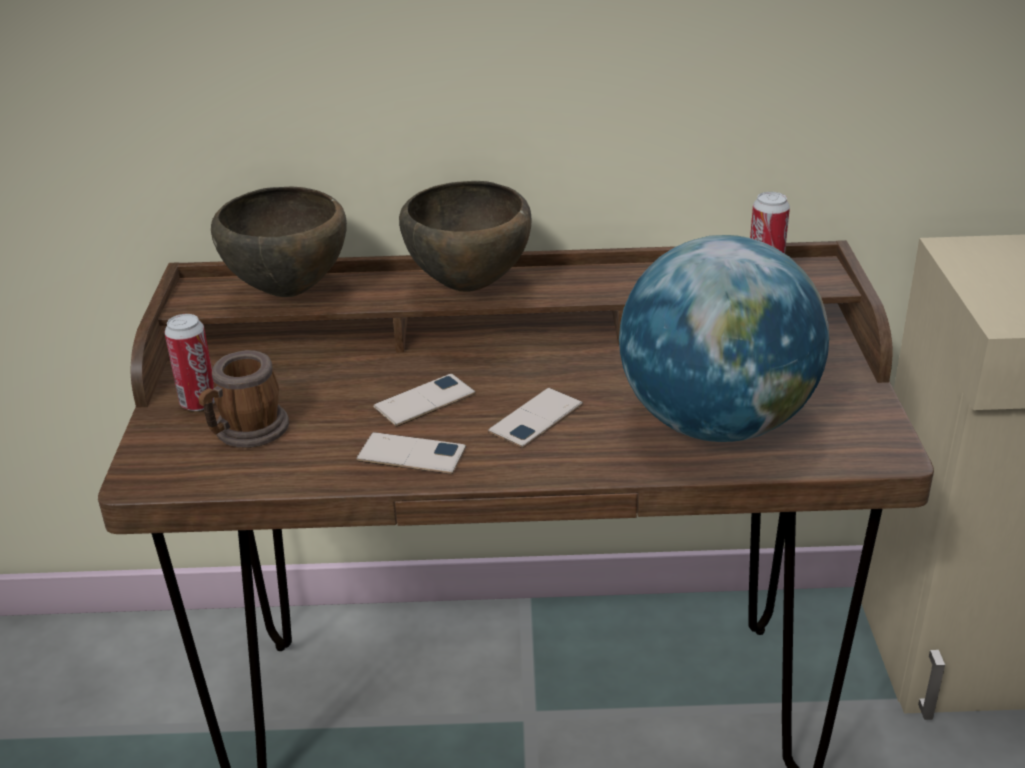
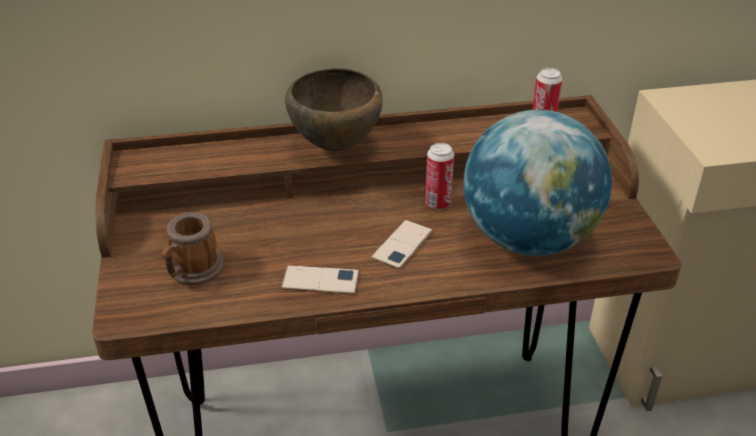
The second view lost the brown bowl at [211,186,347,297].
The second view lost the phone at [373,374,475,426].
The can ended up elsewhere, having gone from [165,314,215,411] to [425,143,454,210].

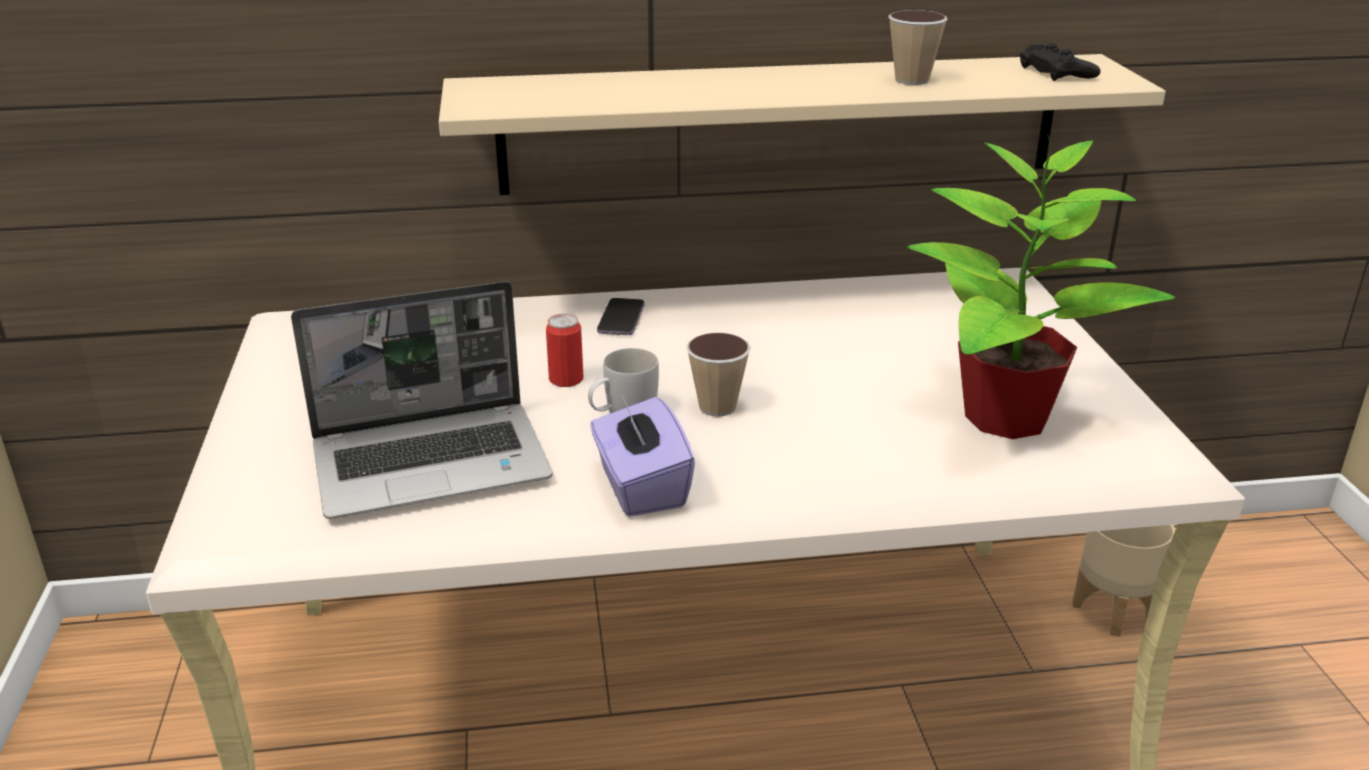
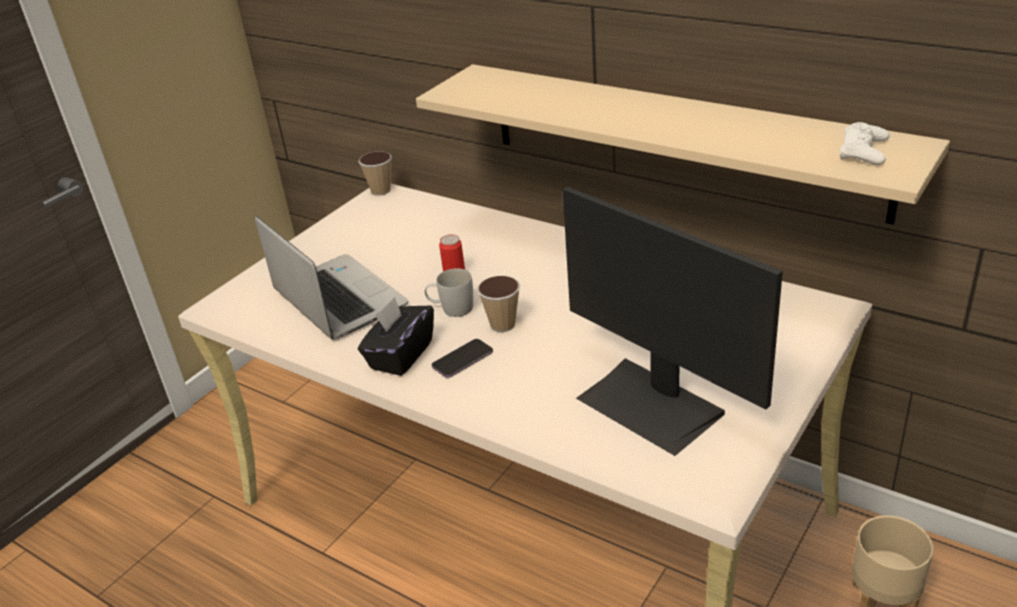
The phone ended up elsewhere, having gone from [597,298,644,335] to [431,339,493,378].
The cup ended up elsewhere, having gone from [889,10,947,85] to [358,151,392,196].
Where the potted plant stood at [907,134,1175,439], the monitor came to stand at [562,187,783,456].
What was the purple tissue box at [590,395,695,517] turned into the black tissue box at [358,297,434,376].
What was the black game controller at [1020,43,1101,81] turned into the white game controller at [840,122,890,165].
The laptop at [291,281,552,519] ended up facing another way, 150 degrees counterclockwise from before.

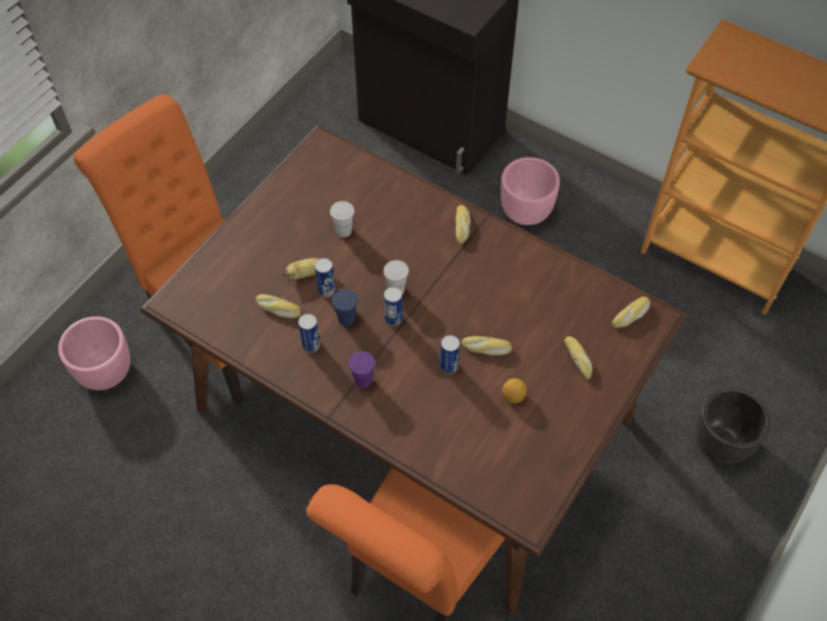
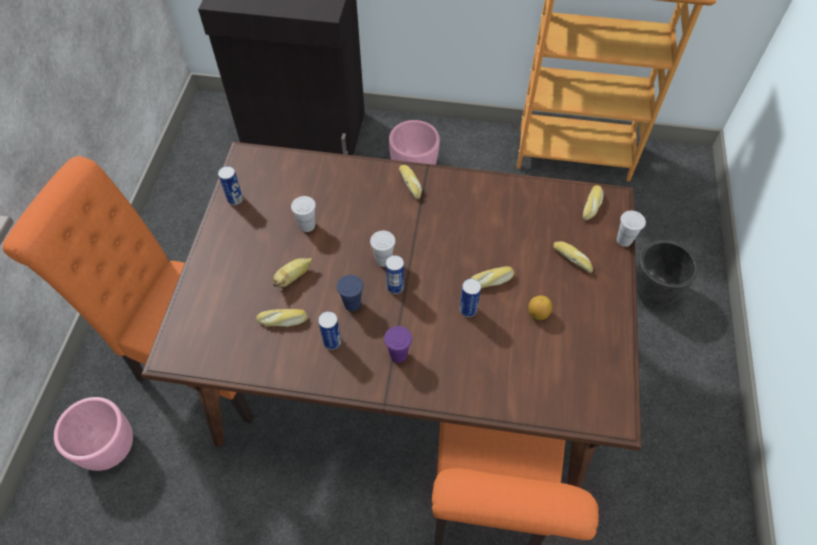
The second view gained the white cup at [617,211,646,247].
The can ended up elsewhere, having gone from [315,258,335,297] to [218,166,243,205].

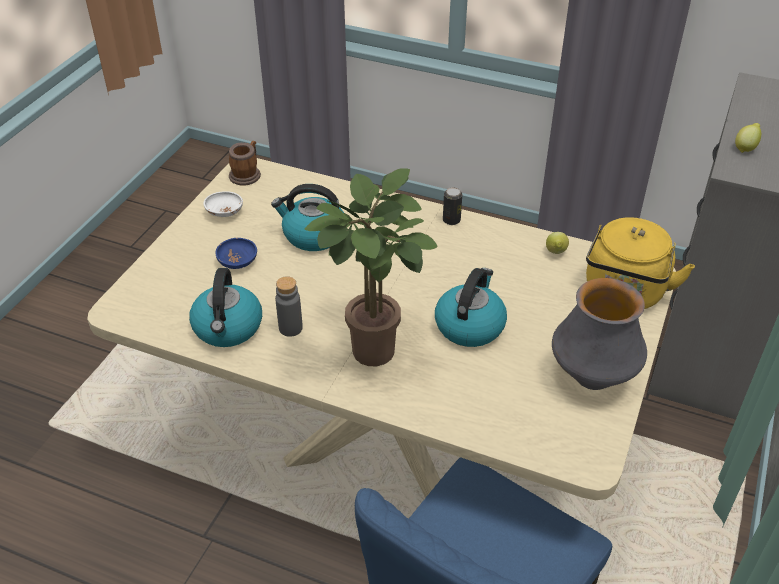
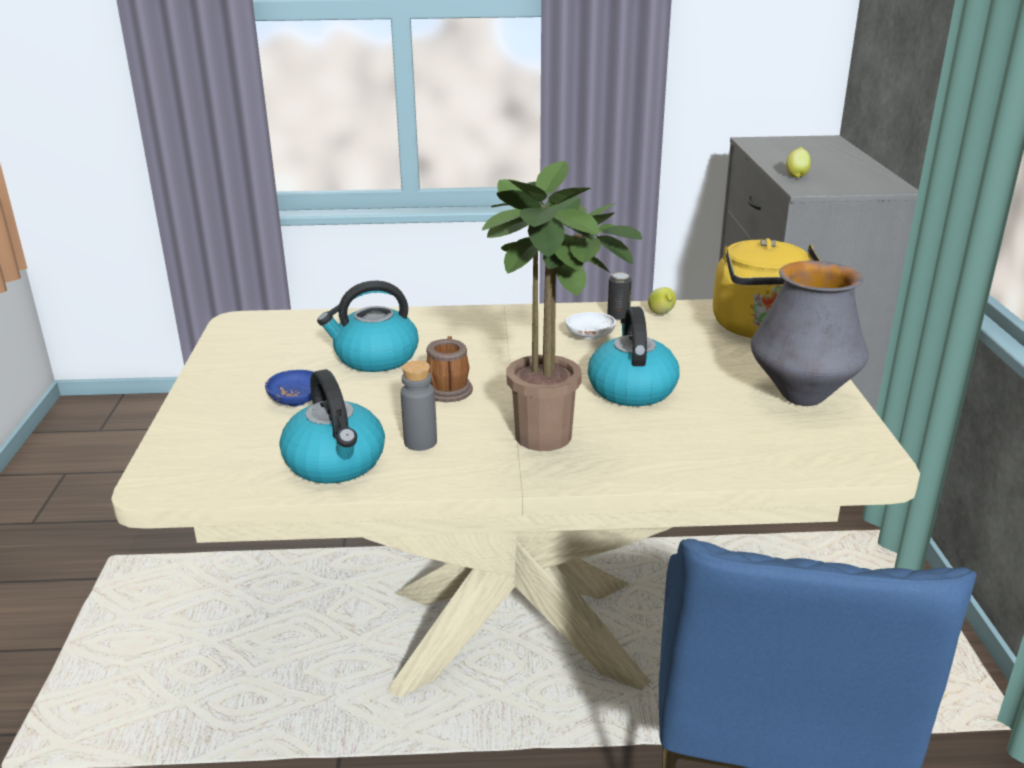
The white bowl ended up elsewhere, having gone from [203,191,243,217] to [565,312,616,340].
The mug ended up elsewhere, having gone from [229,141,261,186] to [427,336,473,402].
The can ended up elsewhere, having gone from [443,187,462,225] to [607,272,632,320].

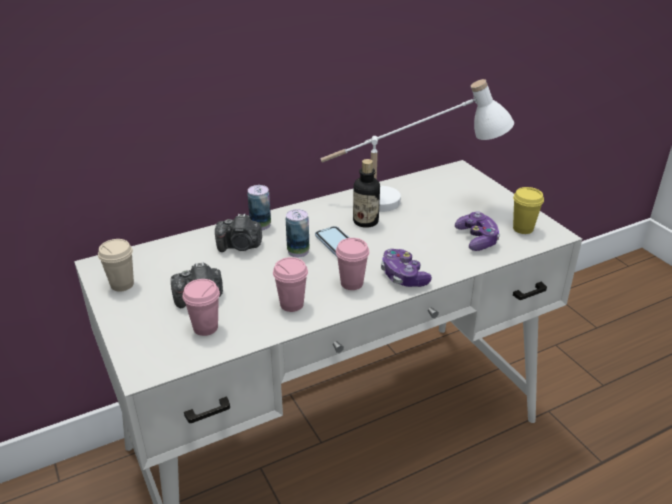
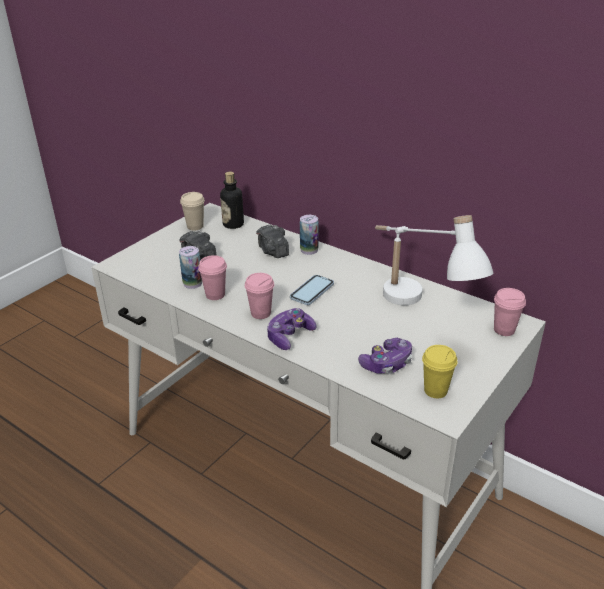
The pink cup ended up elsewhere, having gone from [183,279,220,336] to [494,288,526,336].
The can ended up elsewhere, having gone from [286,209,309,257] to [179,246,202,289].
The bottle ended up elsewhere, having gone from [353,159,380,228] to [220,172,244,229].

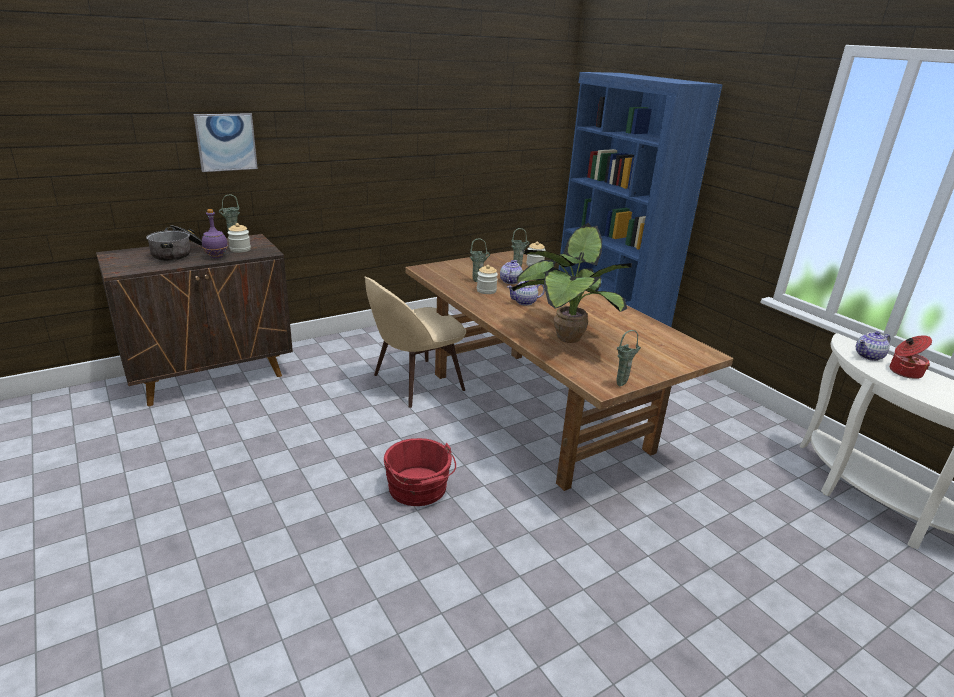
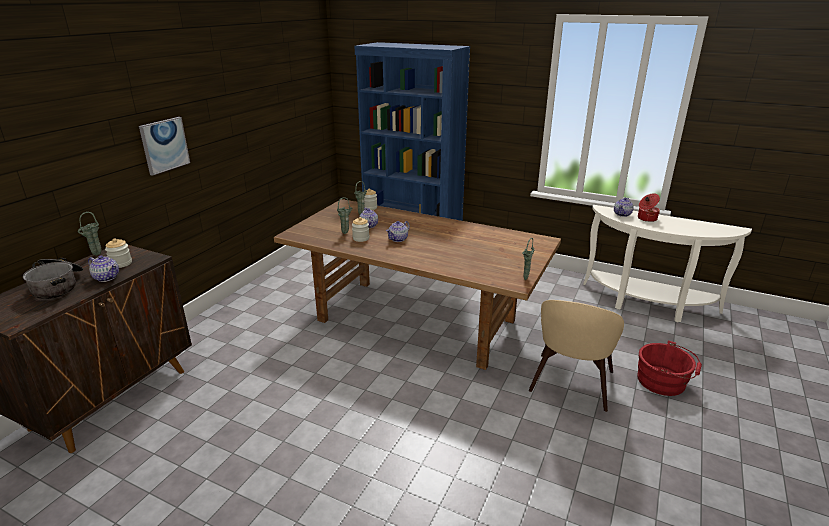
The second view lost the potted plant at [511,222,632,343].
The picture ended up elsewhere, having gone from [194,113,258,172] to [139,117,190,176].
The beige chair ended up elsewhere, having gone from [364,277,466,408] to [529,300,624,412].
The red bucket ended up elsewhere, having gone from [383,438,456,506] to [637,340,702,396].
Where the purple bottle stood at [202,209,228,258], the teapot came to stand at [88,255,119,282].

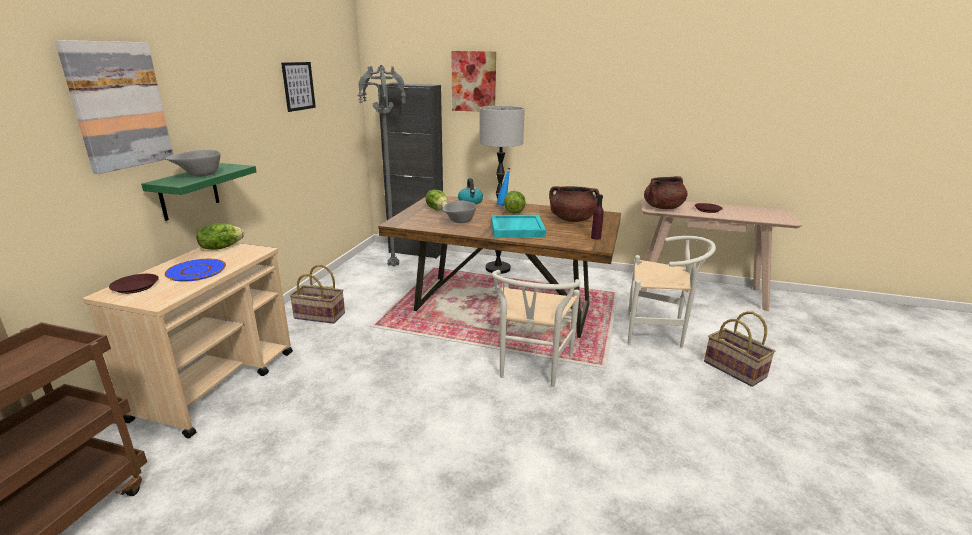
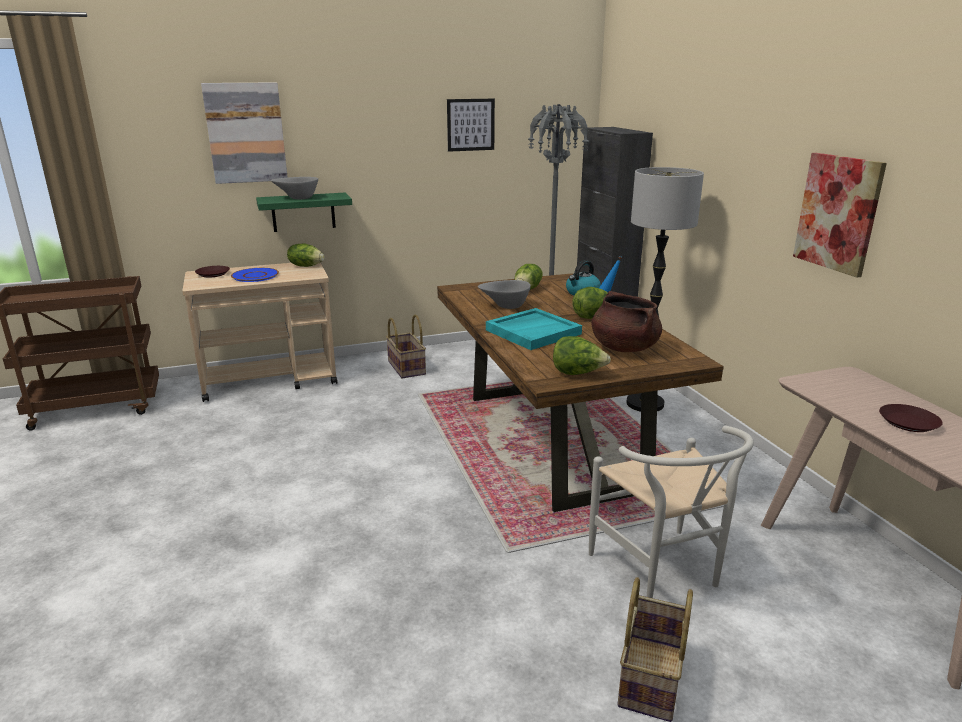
The second view lost the white chair at [492,270,580,387].
The second view lost the brown cooking pot at [644,176,688,209].
The picture ended up elsewhere, having gone from [451,51,496,112] to [793,153,887,278].
Where the purple bottle stood at [591,194,604,240], the lettuce came to stand at [553,336,611,375].

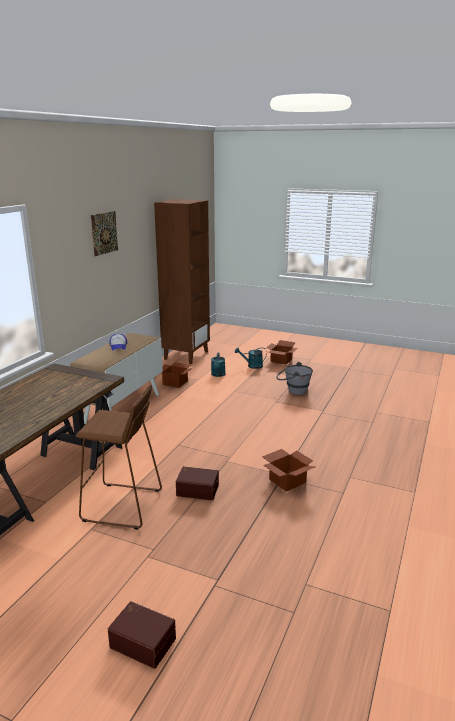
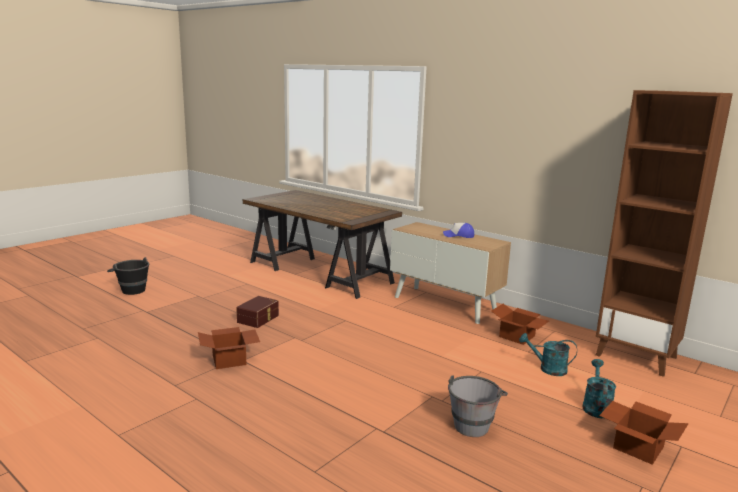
The second view lost the brown stool at [76,385,162,530].
The second view lost the picture at [91,211,118,256].
Where the brown storage box stood at [108,601,176,669], the black bucket came to stand at [107,257,149,295].

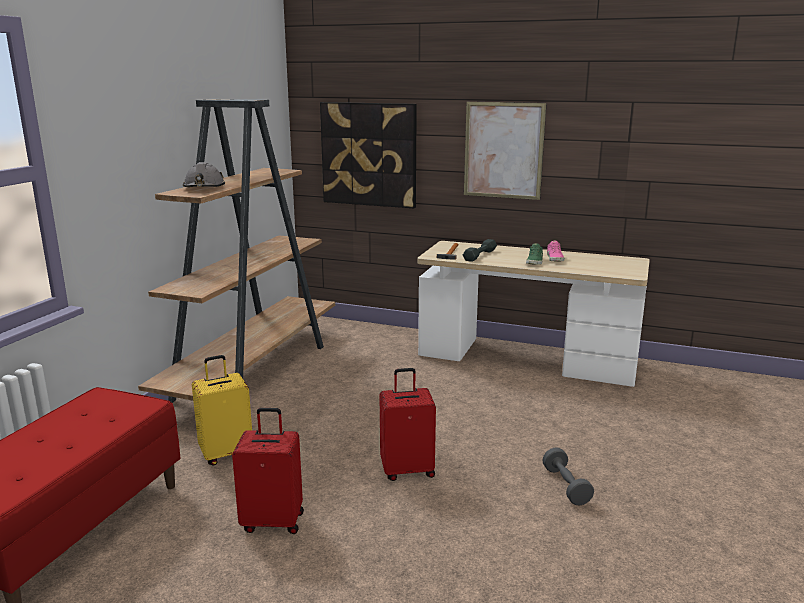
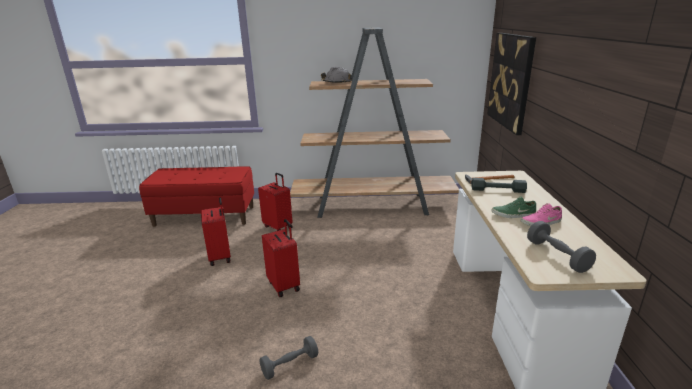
The second view lost the picture at [464,102,547,200].
The second view gained the grey dumbbell at [527,221,596,273].
What was the yellow suitcase at [192,355,252,466] turned into the red suitcase at [258,173,293,231].

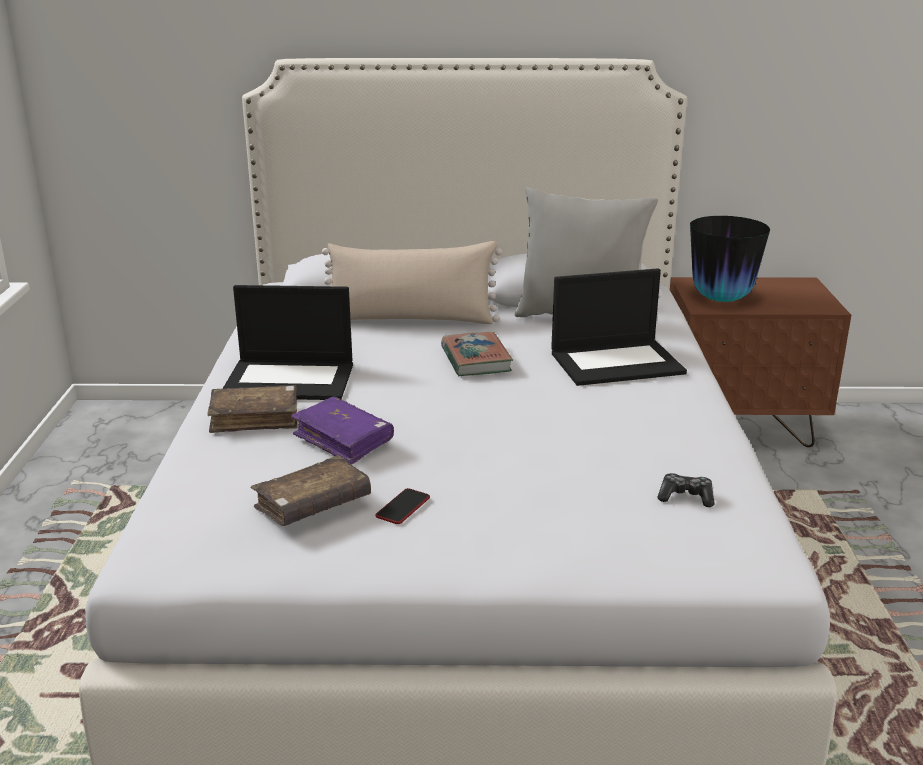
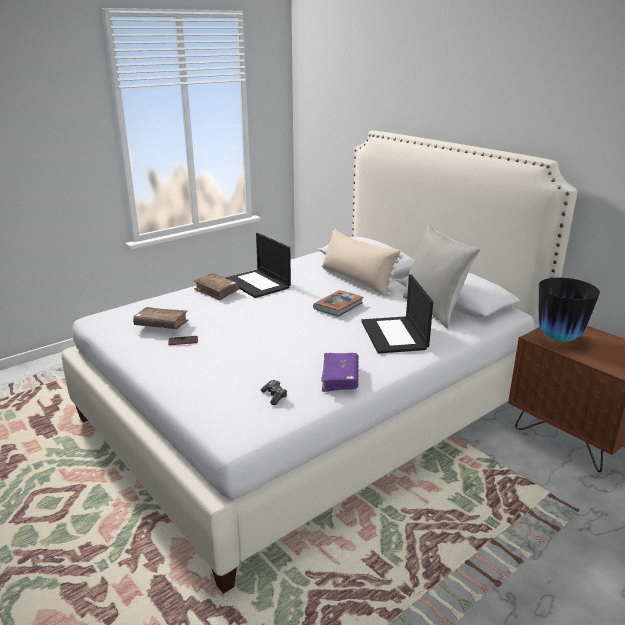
The purple book ended up elsewhere, having gone from [291,397,394,465] to [321,353,359,392].
The laptop at [551,268,687,386] ended up facing another way, 45 degrees clockwise from before.

